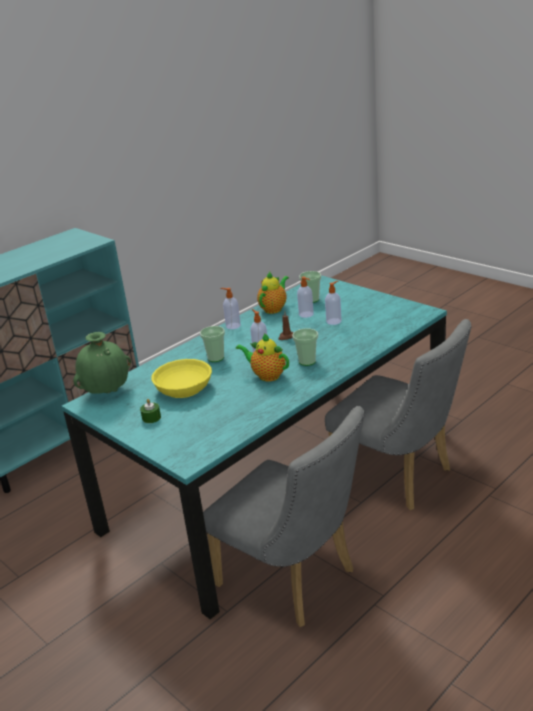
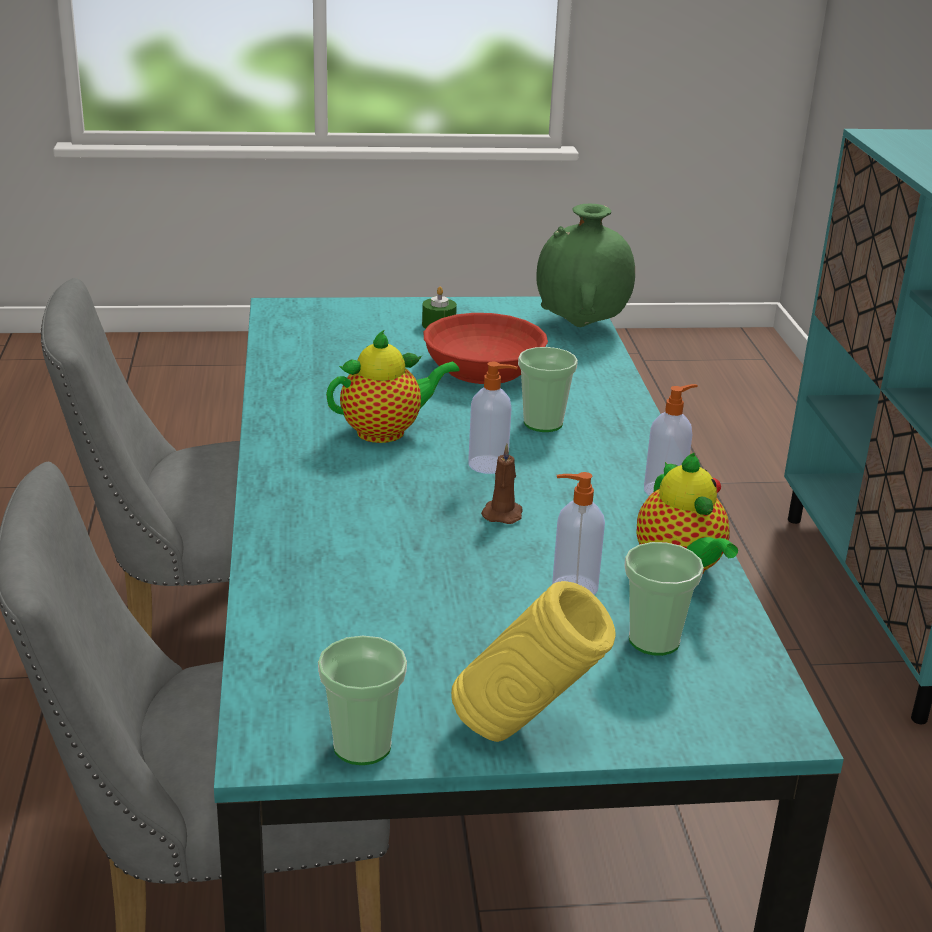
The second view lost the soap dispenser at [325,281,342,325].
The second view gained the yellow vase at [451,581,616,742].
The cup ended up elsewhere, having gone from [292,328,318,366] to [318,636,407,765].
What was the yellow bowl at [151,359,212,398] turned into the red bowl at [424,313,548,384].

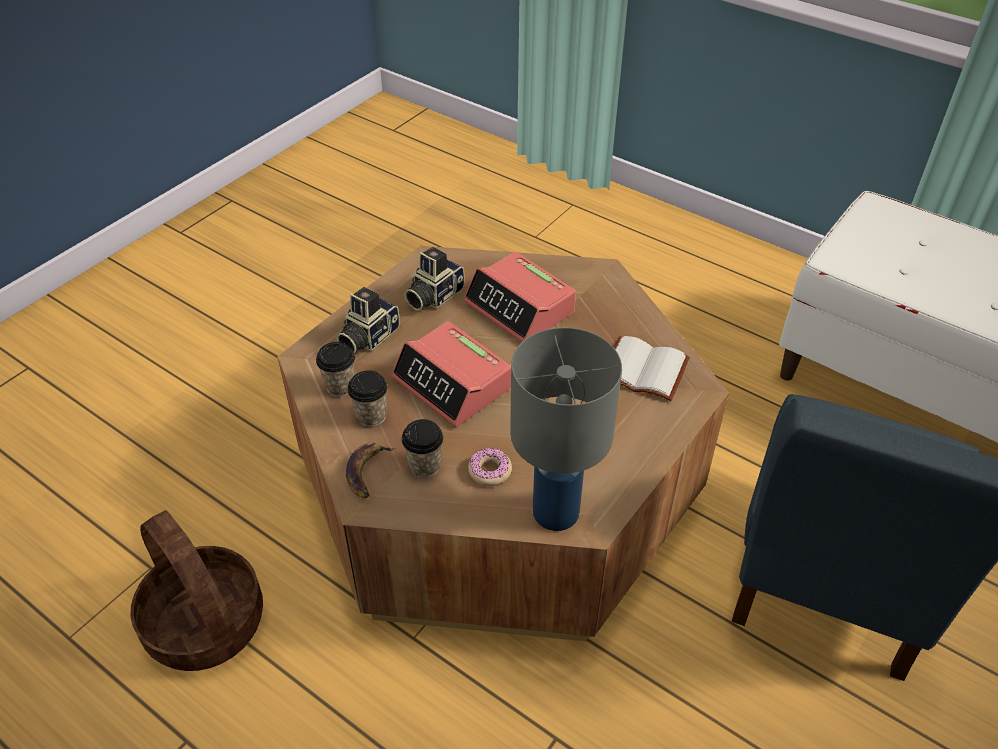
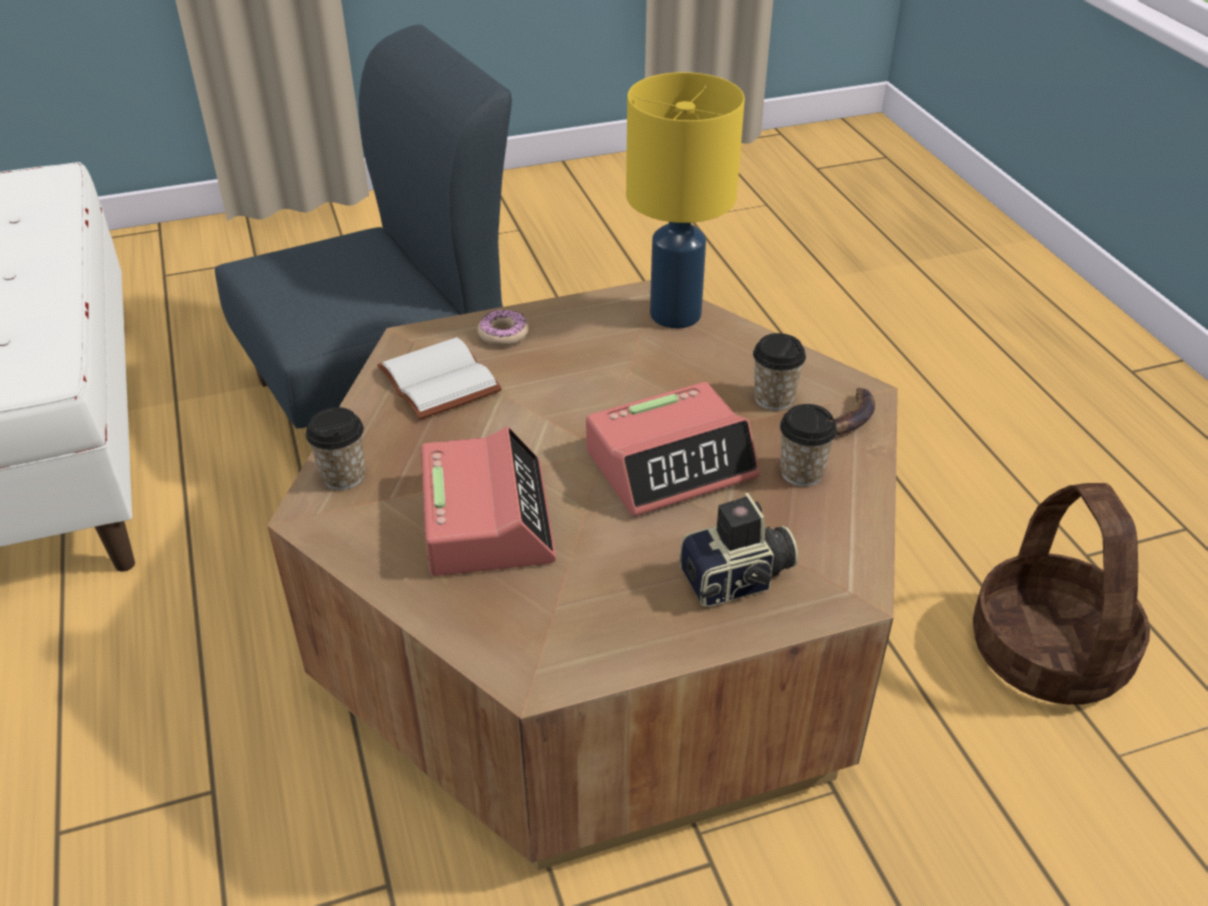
The second view lost the photo camera at [404,247,465,311].
The cup ended up elsewhere, having gone from [316,342,355,397] to [306,407,365,490].
The donut ended up elsewhere, having gone from [468,448,512,486] to [478,310,529,347].
What was the grey table lamp at [510,327,622,531] turned into the yellow table lamp at [626,72,745,328].
The alarm clock at [392,321,511,427] ended up facing another way, 75 degrees clockwise from before.

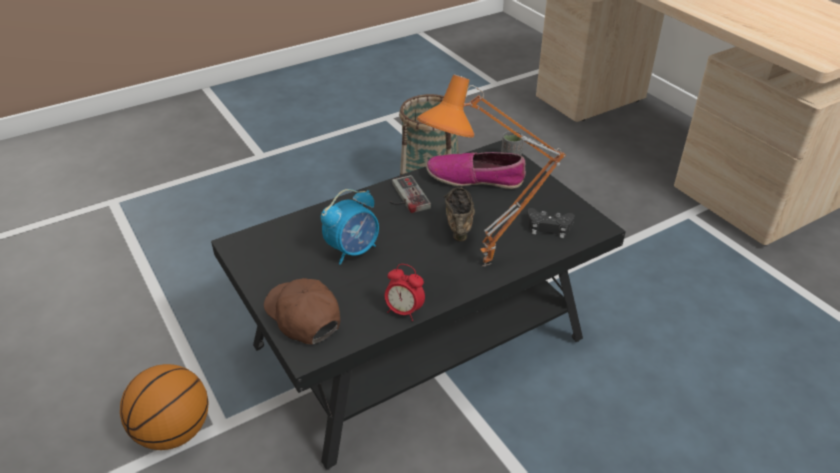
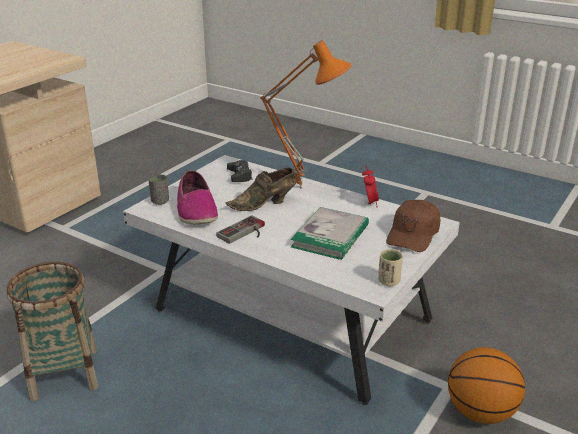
The second view gained the beige cup at [378,249,403,286].
Where the alarm clock stood at [321,189,379,265], the book came to stand at [291,207,369,260].
What was the black coffee table at [211,140,626,470] turned into the white coffee table at [123,155,460,405].

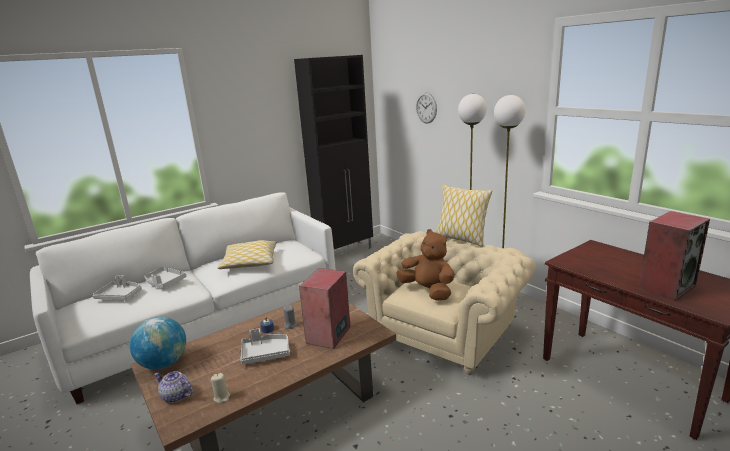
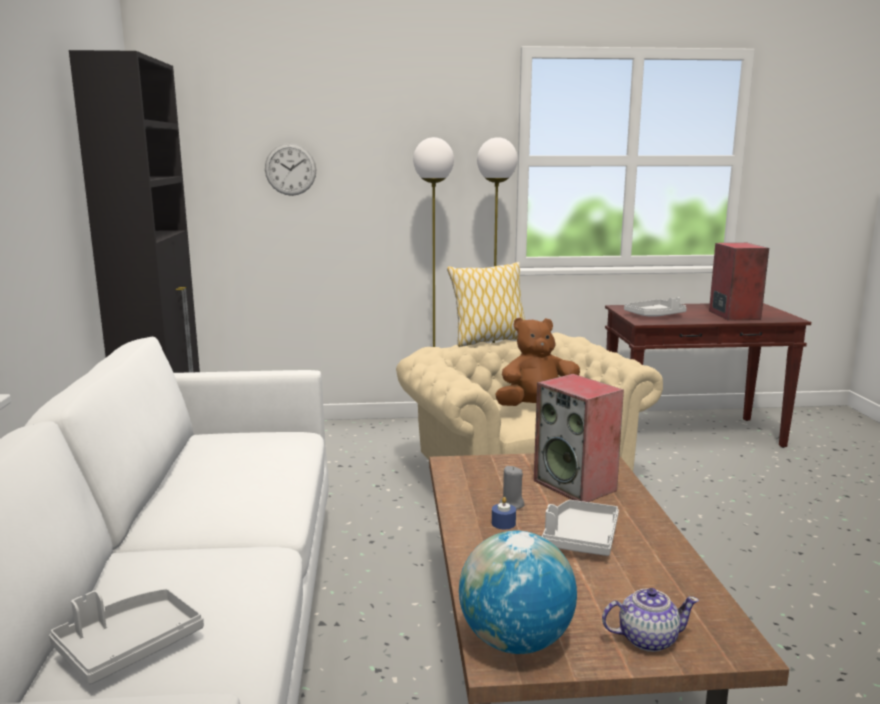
The second view lost the beige candle at [211,373,230,403].
The second view lost the pillow at [218,240,277,269].
The grey tray ended up elsewhere, having gone from [145,267,187,288] to [624,297,687,317].
The teapot at [154,371,193,403] ended up facing another way, 150 degrees counterclockwise from before.

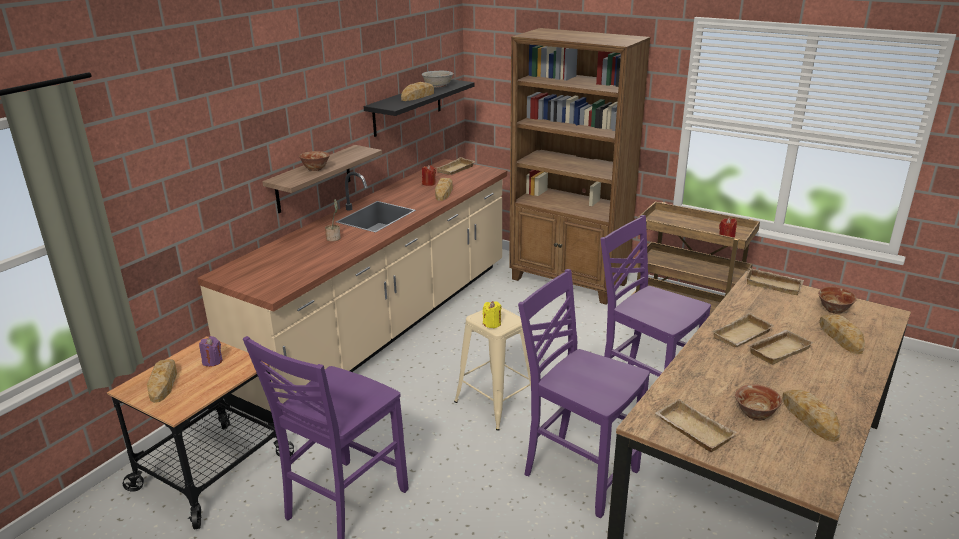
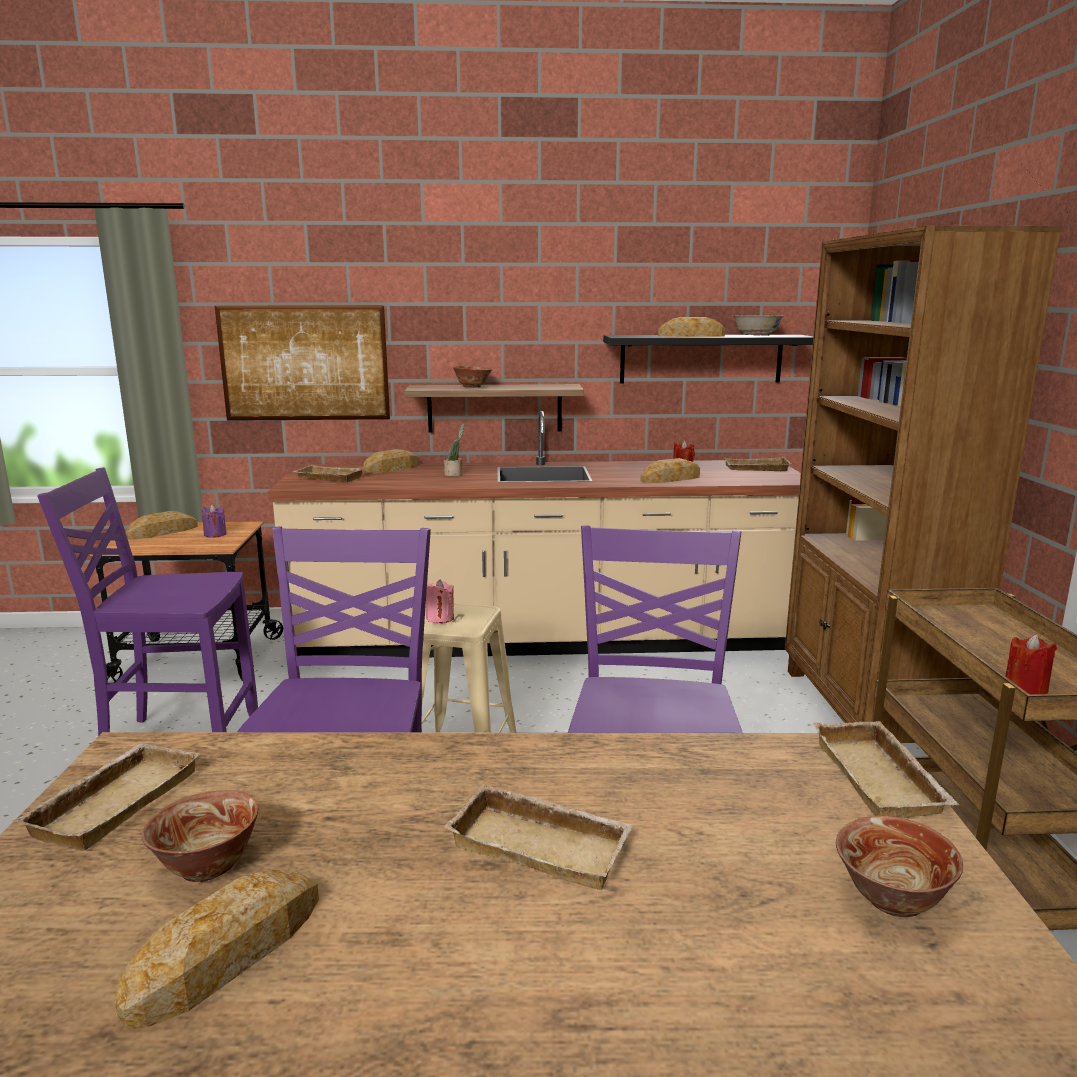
The second view gained the picture at [215,305,390,421].
The beige tray ended up elsewhere, having gone from [712,312,775,348] to [293,465,365,482].
The bread ended up elsewhere, having gone from [819,314,865,354] to [363,449,420,474].
What was the yellow candle at [483,301,502,328] turned into the pink candle at [426,579,454,623].

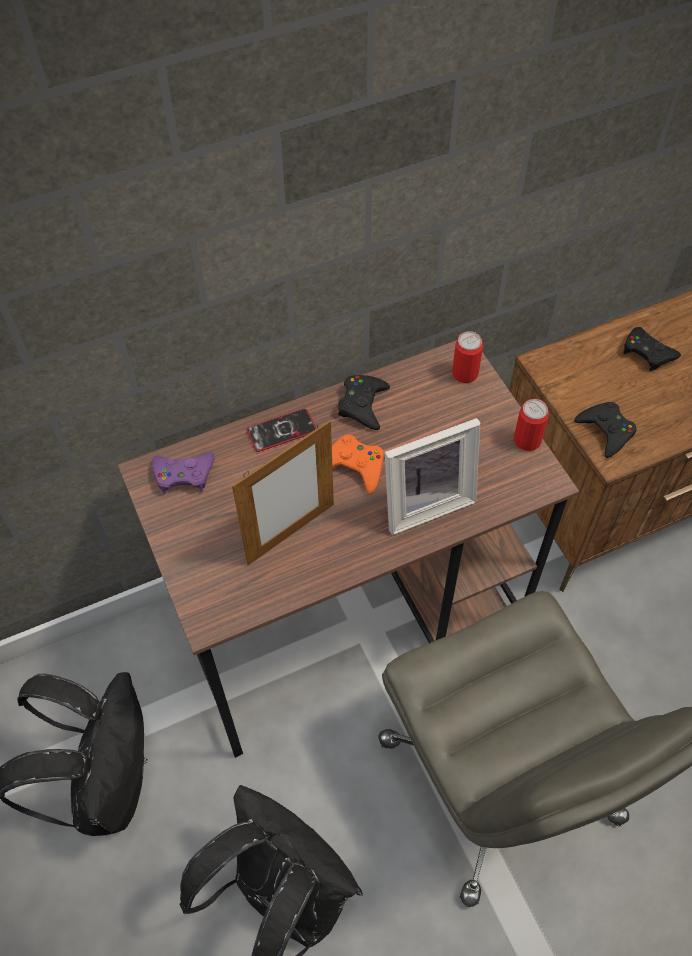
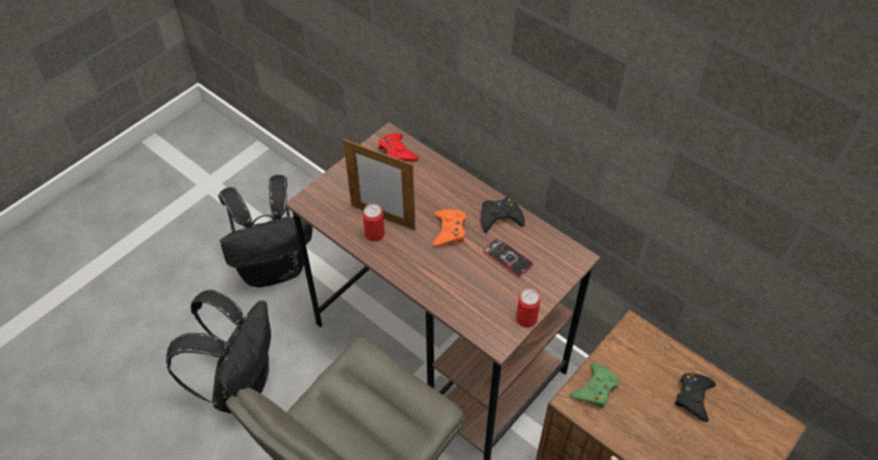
The second view lost the picture frame at [385,418,480,535].
The phone ended up elsewhere, having gone from [247,409,316,452] to [483,238,533,277].
The can ended up elsewhere, having gone from [452,331,483,383] to [363,204,385,242].
What was the purple game controller at [152,453,215,494] turned into the red game controller at [378,133,419,161].
What was the black game controller at [574,402,637,458] turned into the green game controller at [570,363,619,408].

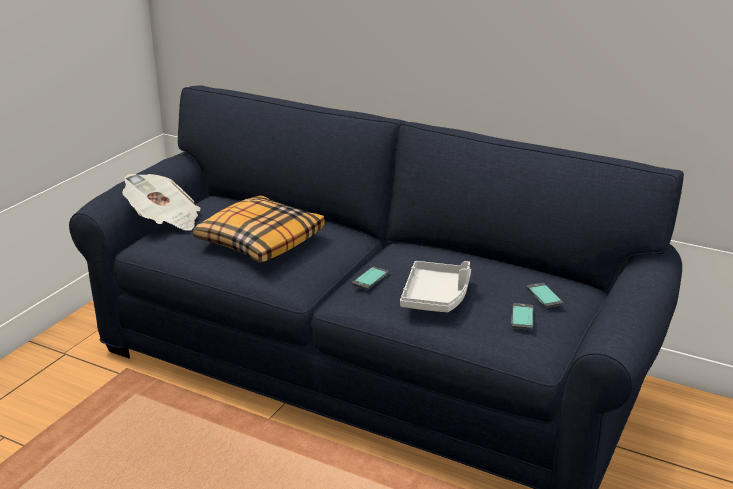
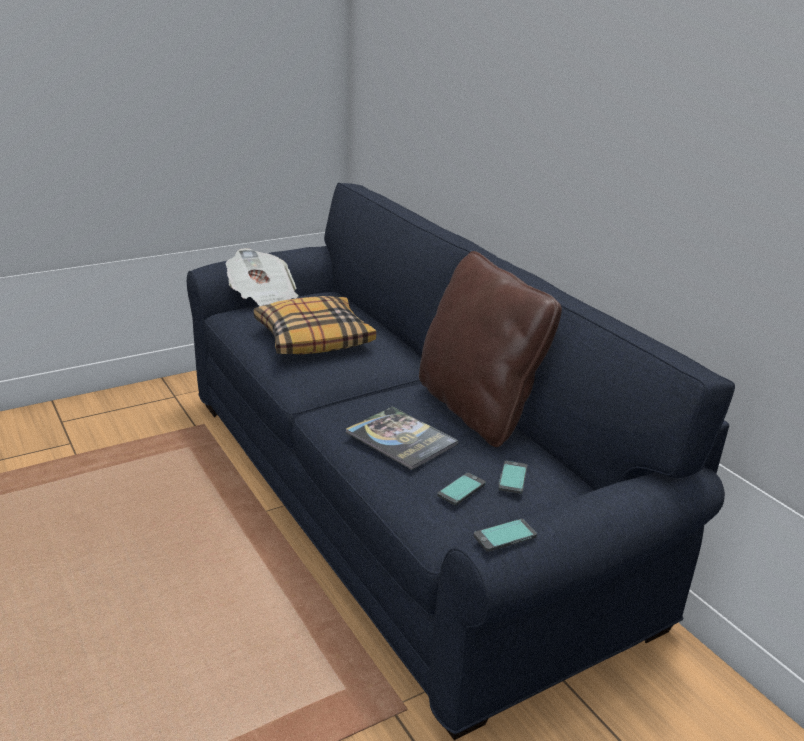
The second view gained the brown pillow at [419,251,562,447].
The phone ended up elsewhere, having gone from [352,267,388,290] to [474,519,537,552].
Where the grey tray stood at [400,261,471,312], the book came to stand at [346,407,458,470].

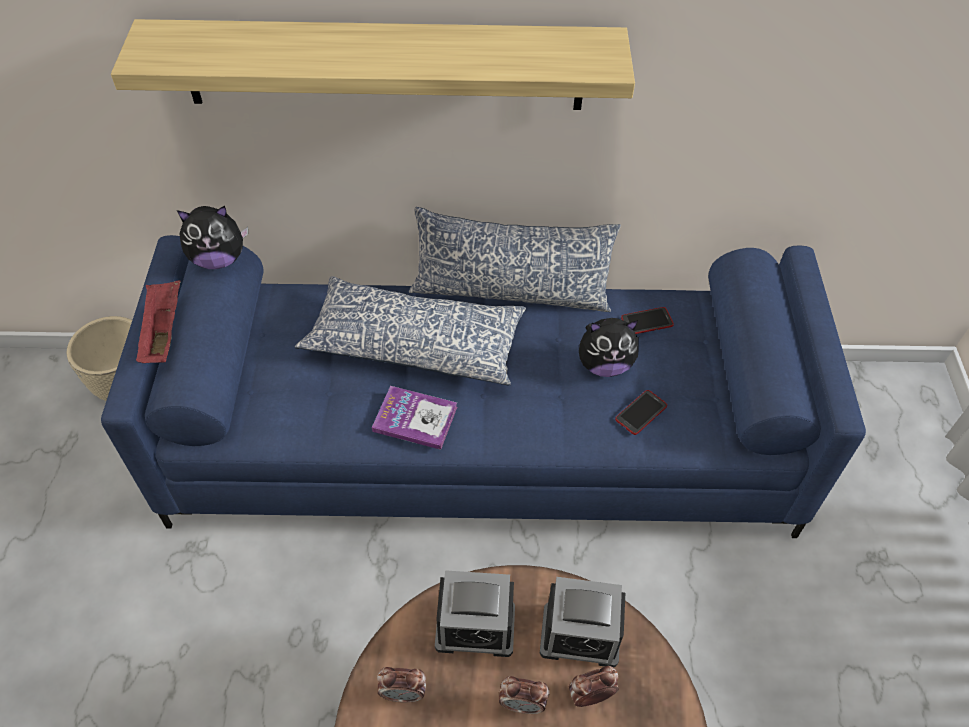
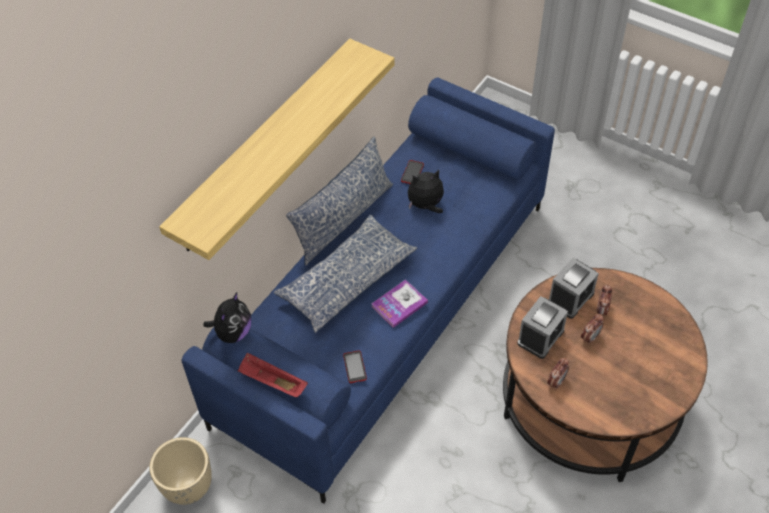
The phone ended up elsewhere, having gone from [615,390,667,435] to [343,351,367,383].
The plush toy at [579,318,639,377] ended up facing another way, 135 degrees counterclockwise from before.

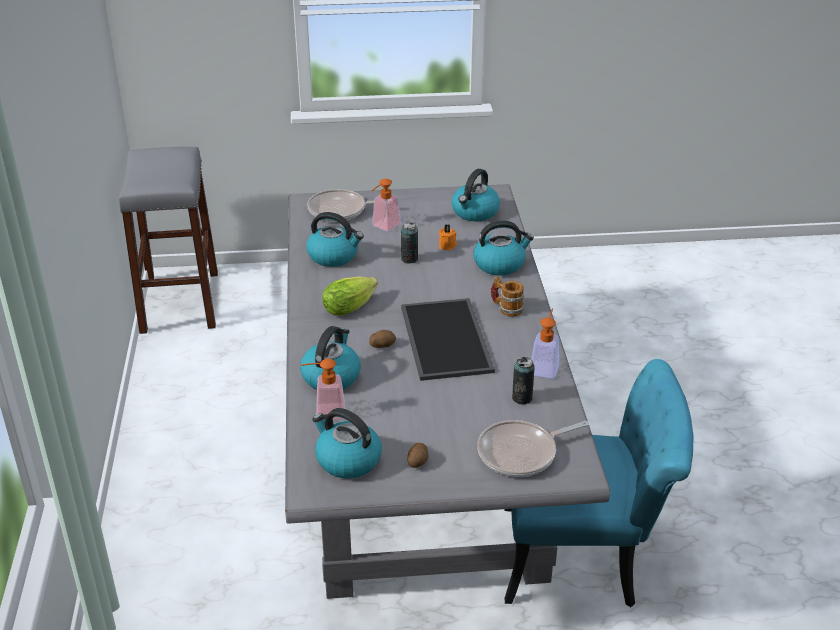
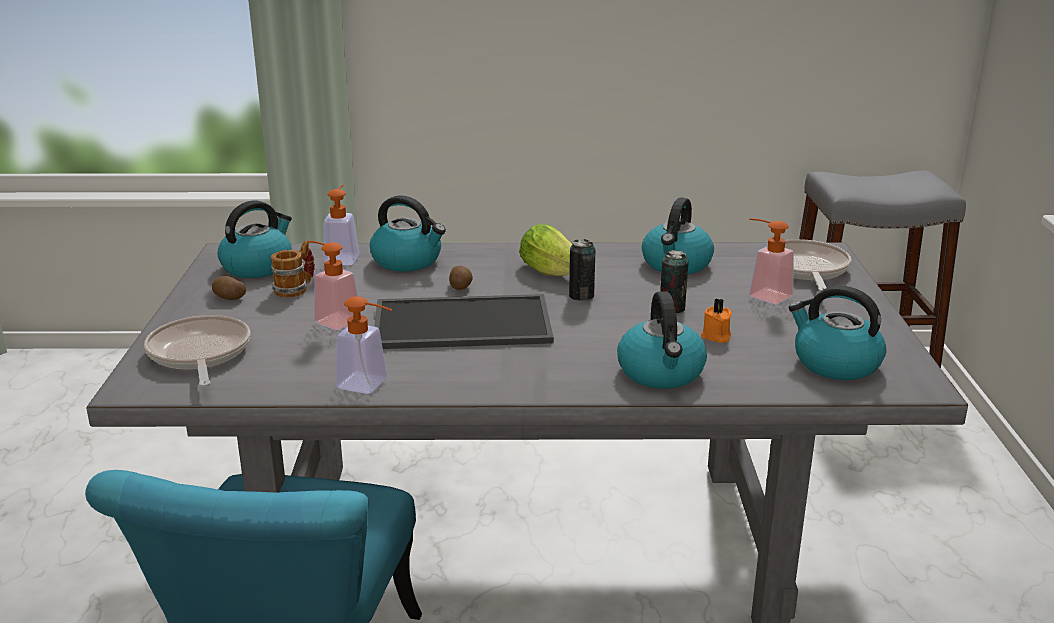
The second view gained the soap dispenser at [307,241,361,330].
The mug ended up elsewhere, having gone from [491,276,524,317] to [271,241,315,298].
The can ended up elsewhere, having gone from [512,357,535,405] to [569,239,595,301].

